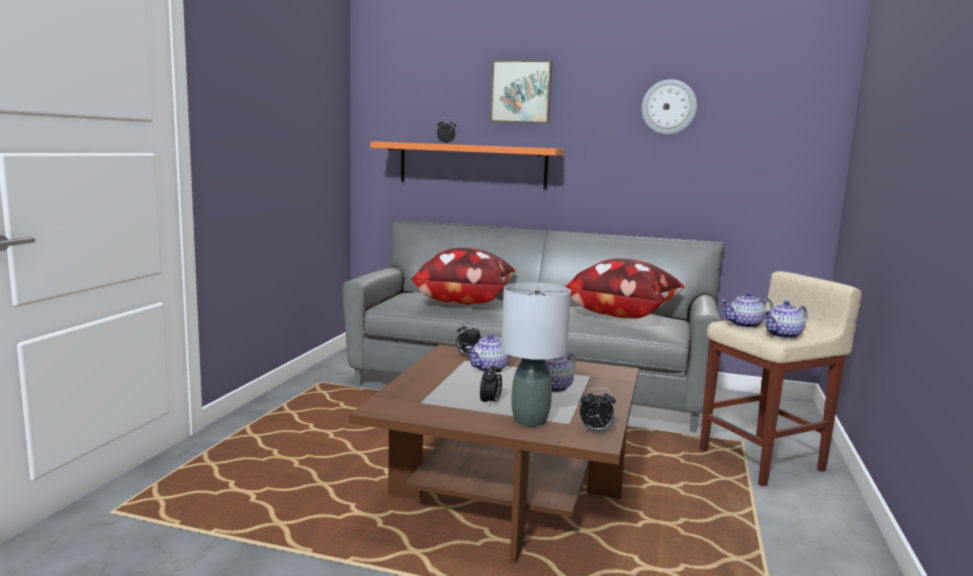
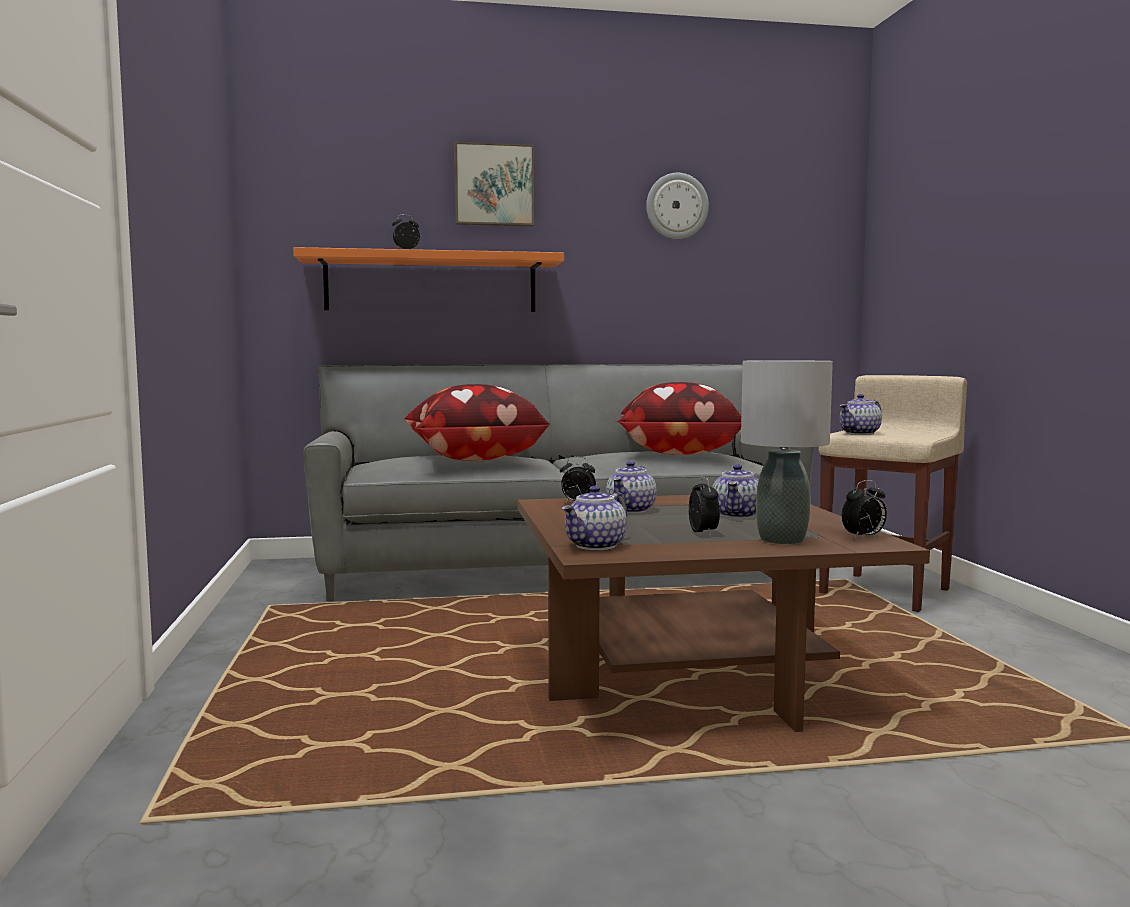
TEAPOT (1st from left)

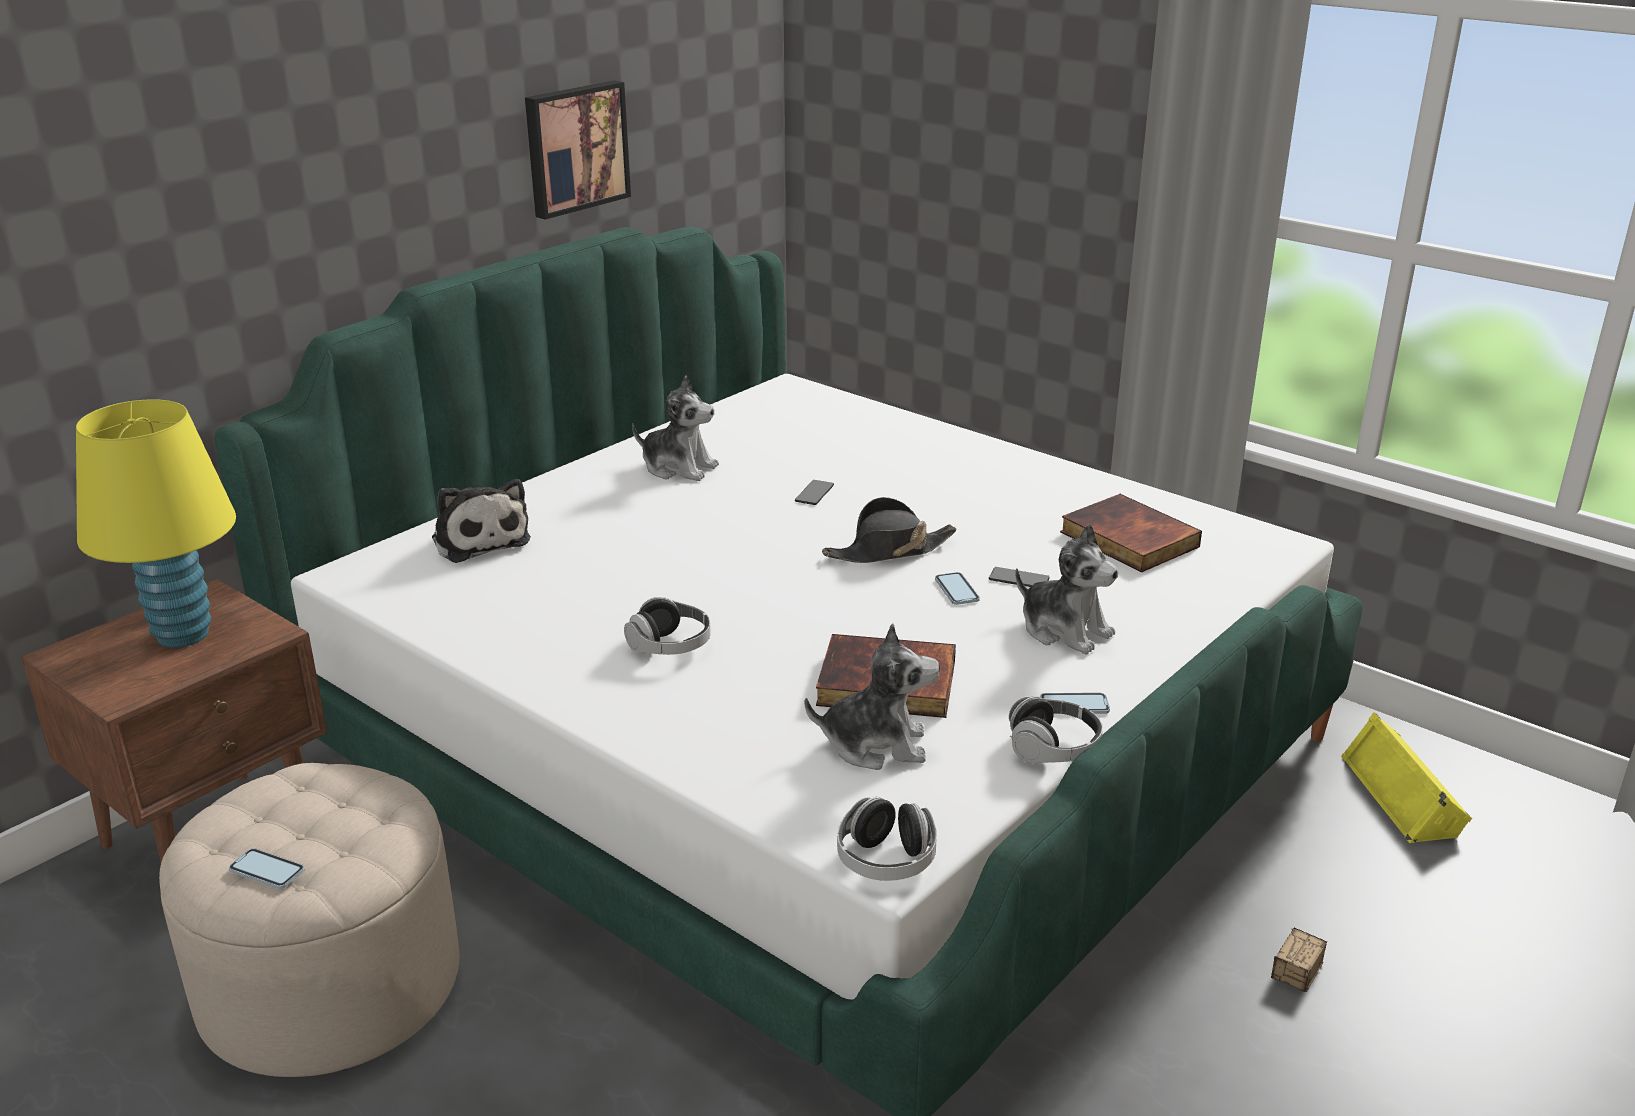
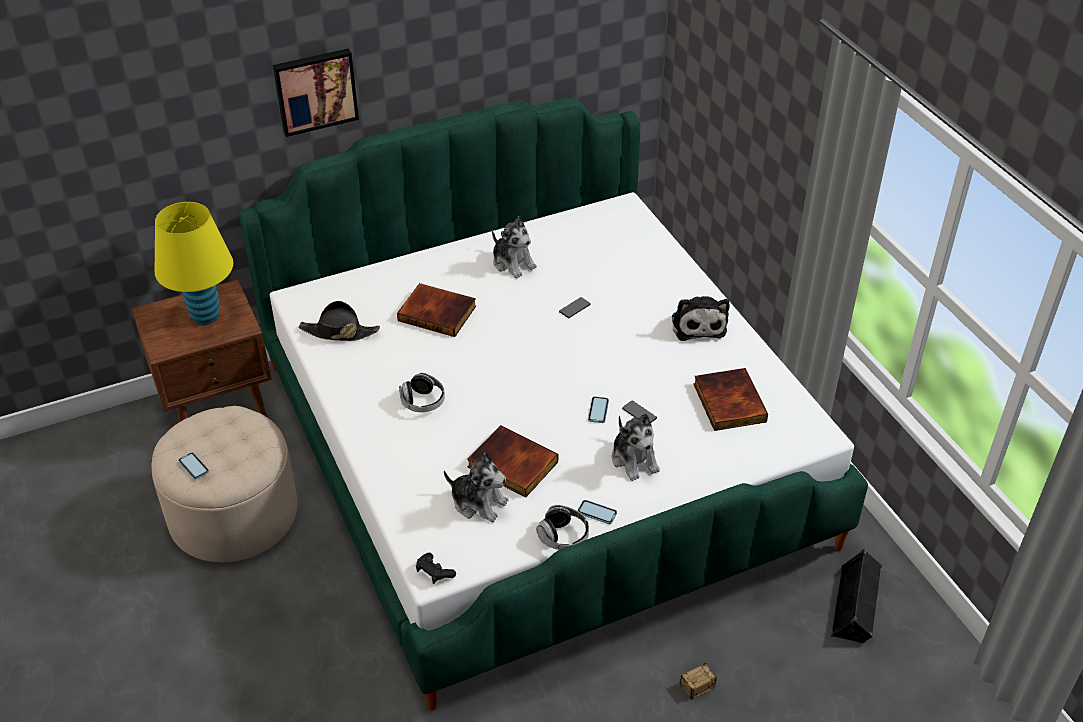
PICTURE
PLUSH TOY (4th from left)
BLACK HAT
BLACK SPEAKER
BLACK GAME CONTROLLER
BOOK (1st from left)

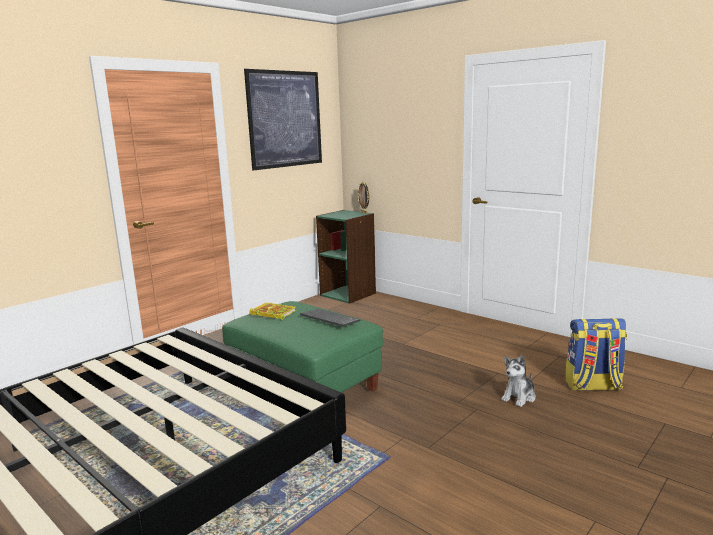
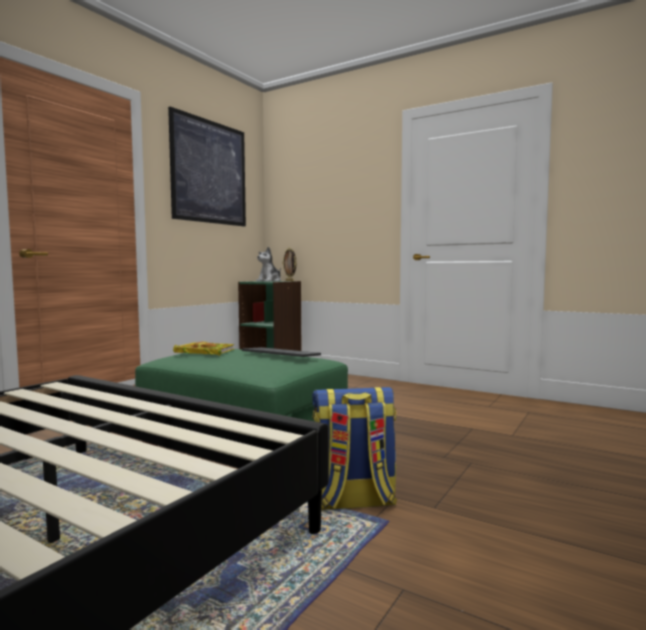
BACKPACK
PLUSH TOY

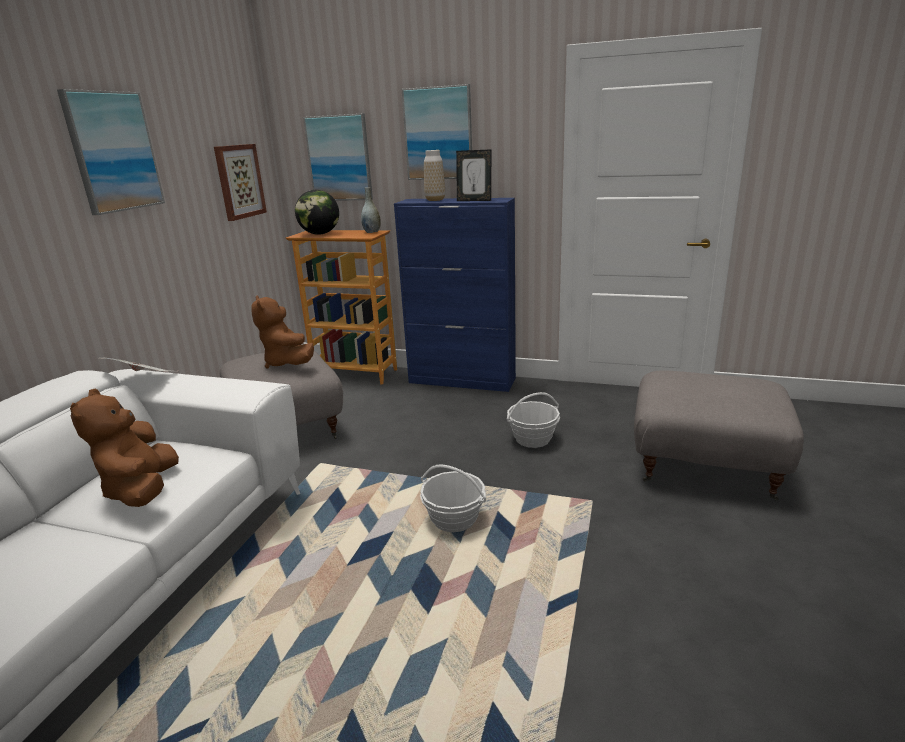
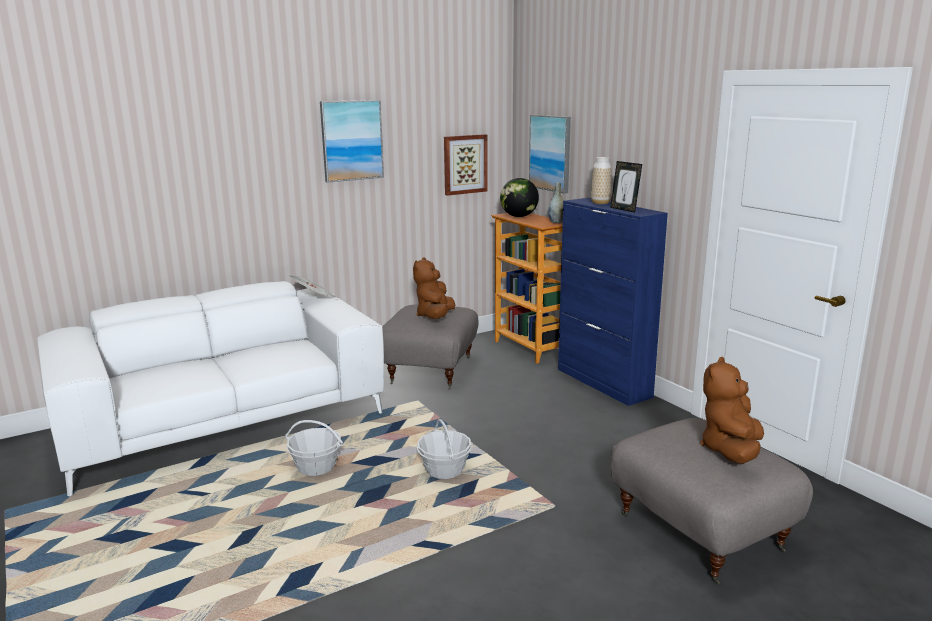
PICTURE (4th from left in the first image)
BROWN PLUSH TOY (2nd from left)
BASKET (1st from left)

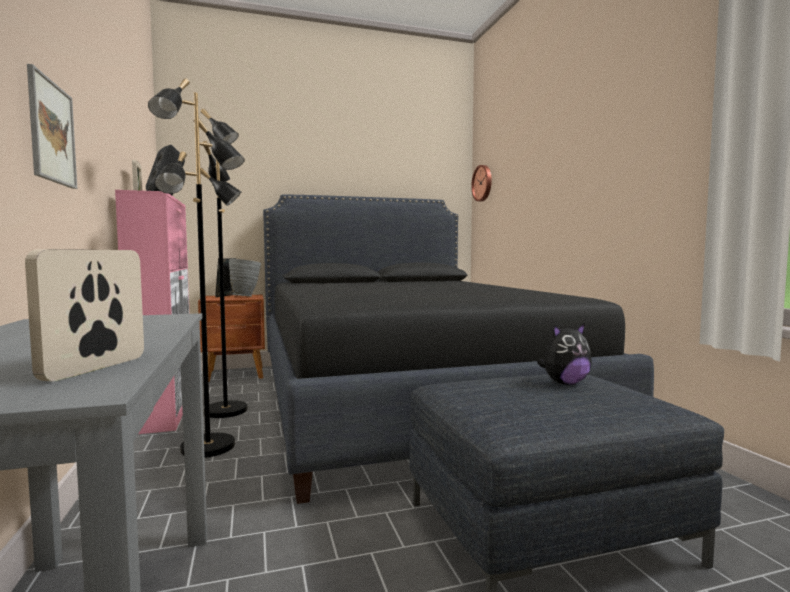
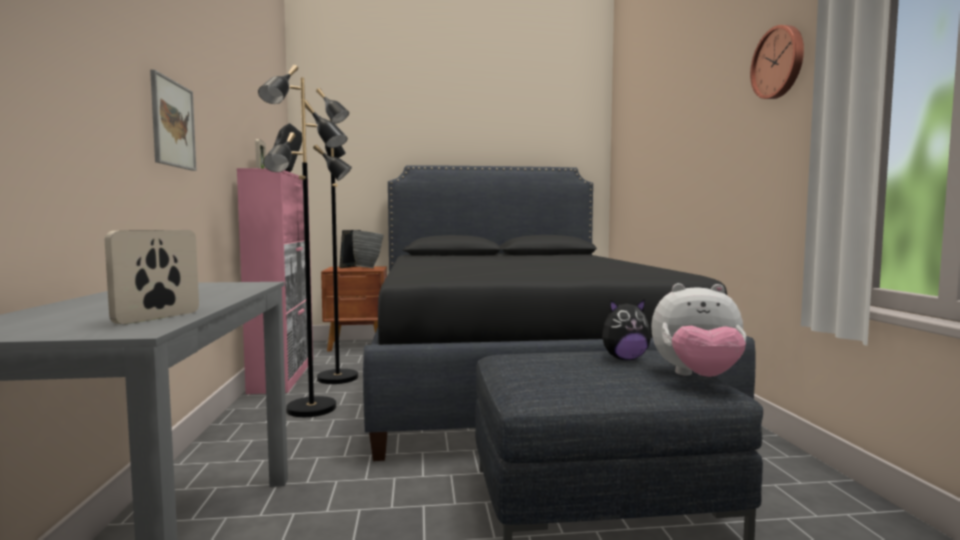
WALL CLOCK
PLUSH TOY (2nd from left)

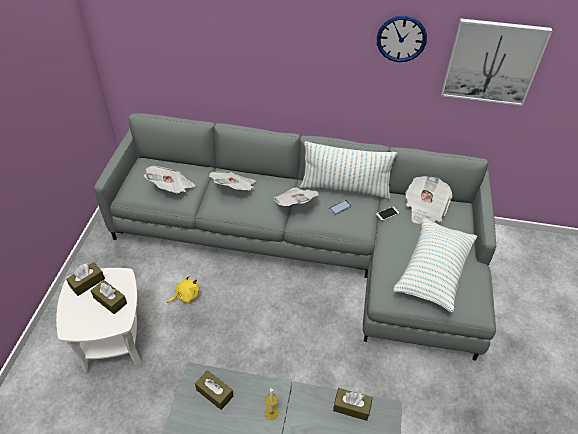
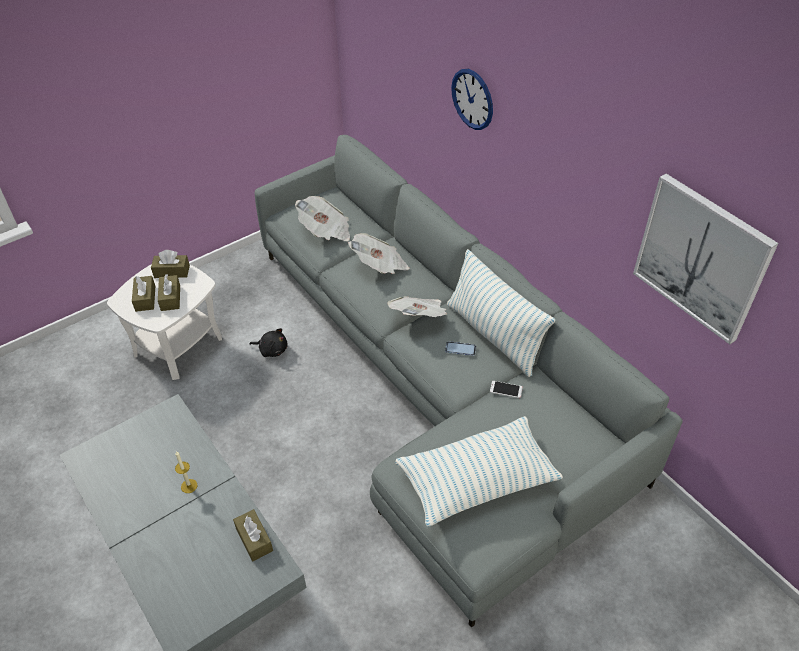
WALL CLOCK
NEWSPAPER (4th from left in the first image)
BLACK PLUSH TOY
BROWN TISSUE BOX (1st from left)

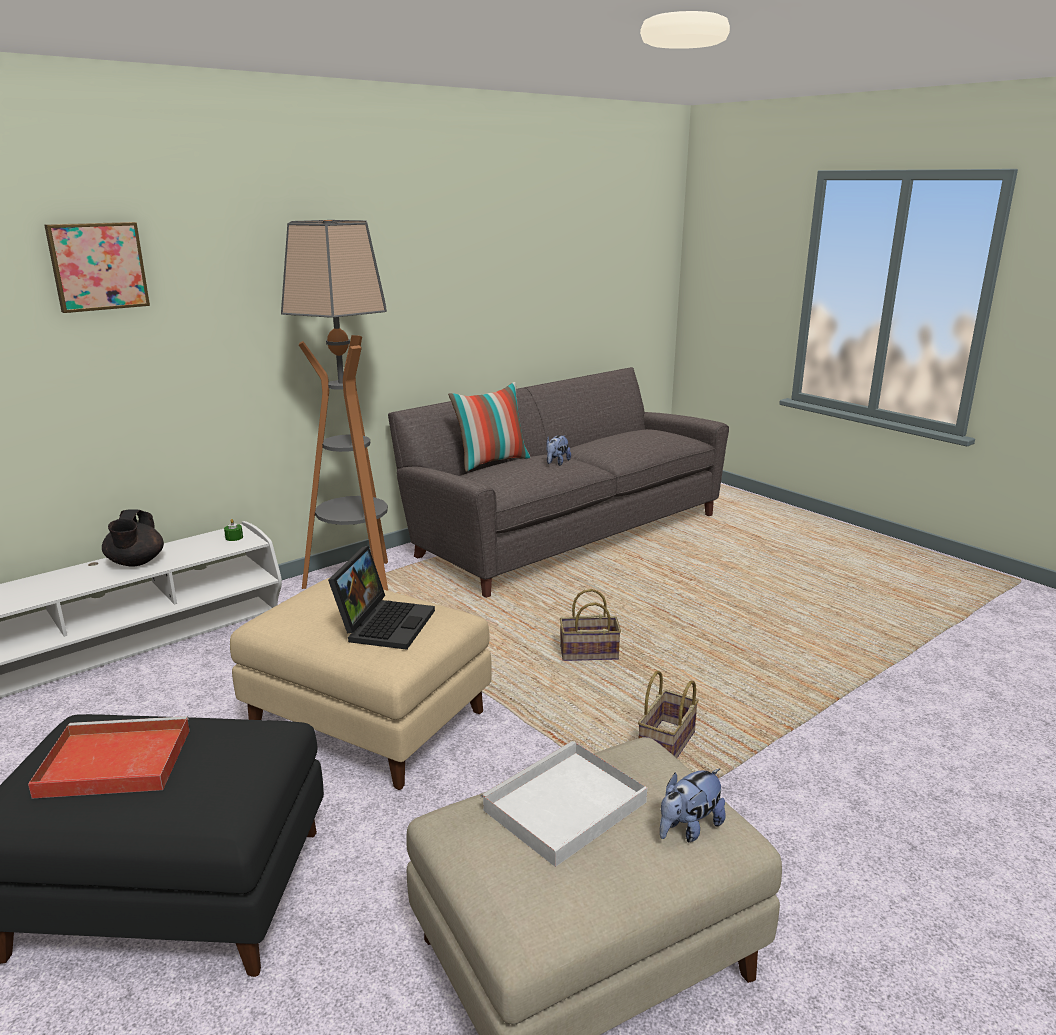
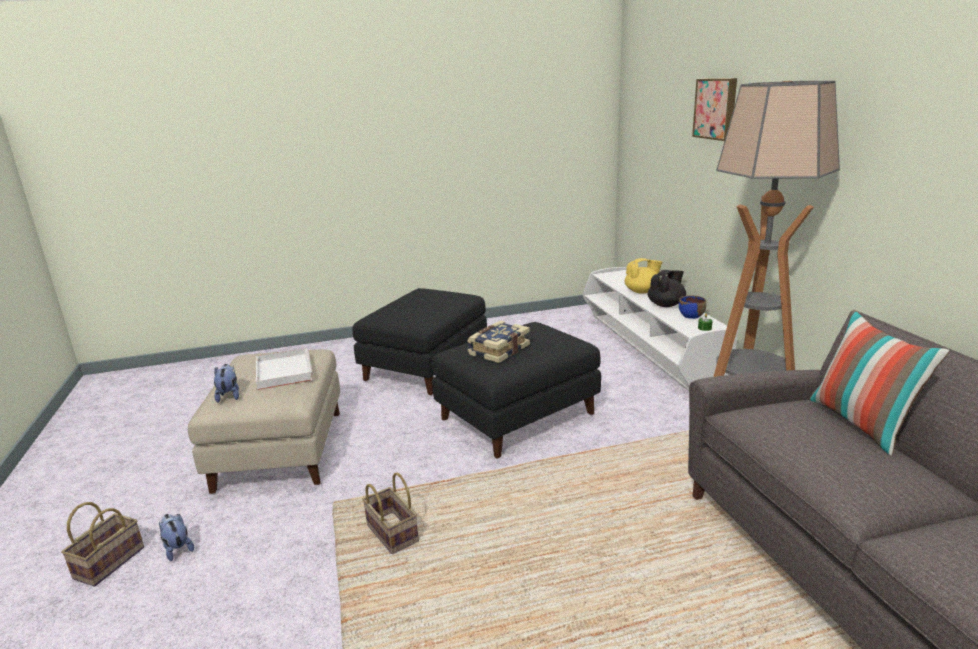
PLUSH TOY (1st from left)
BLACK TEAPOT
BOOK
BLACK OTTOMAN (2nd from left)
BASKET (1st from left)
RED TRAY
YELLOW TEAPOT
BLUE BOWL

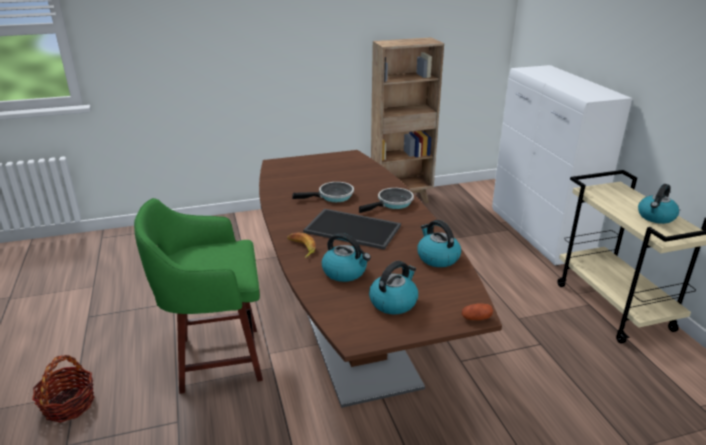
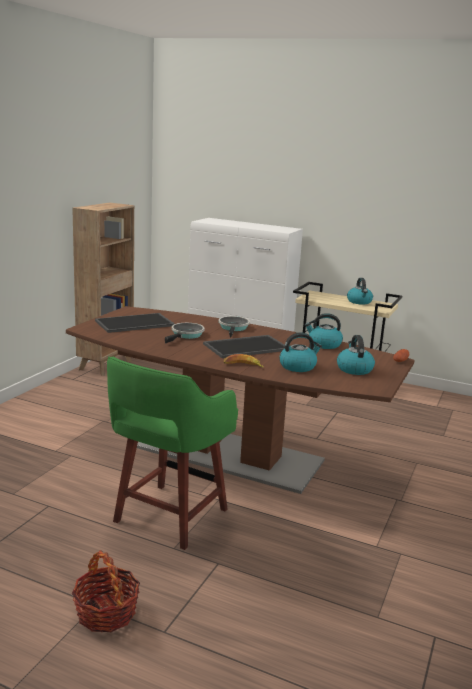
TRAY (1st from left)

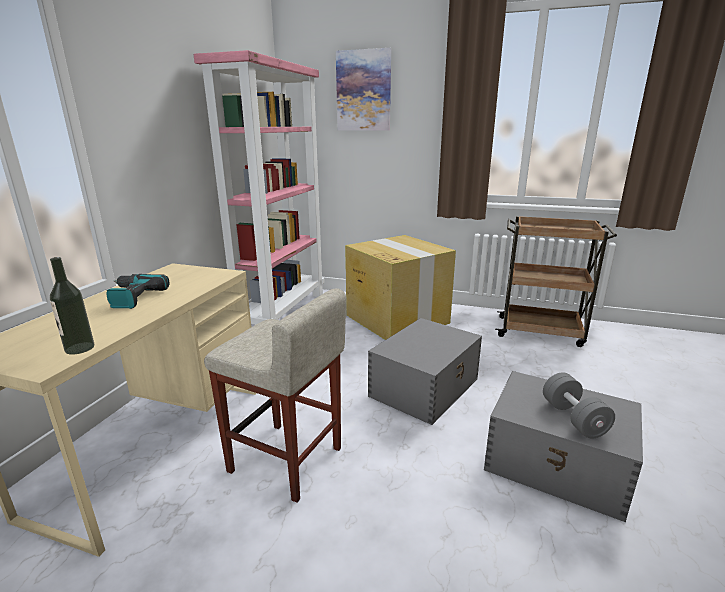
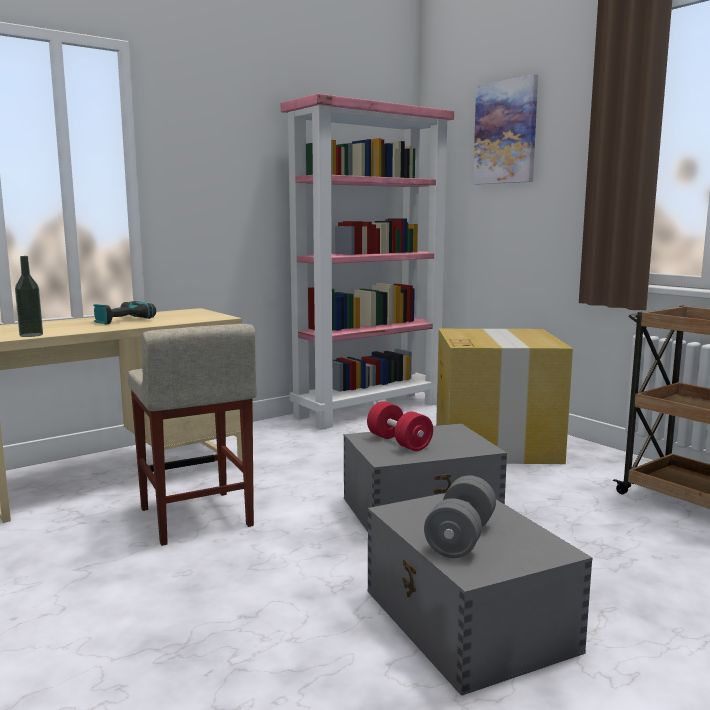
RED DUMBBELL

